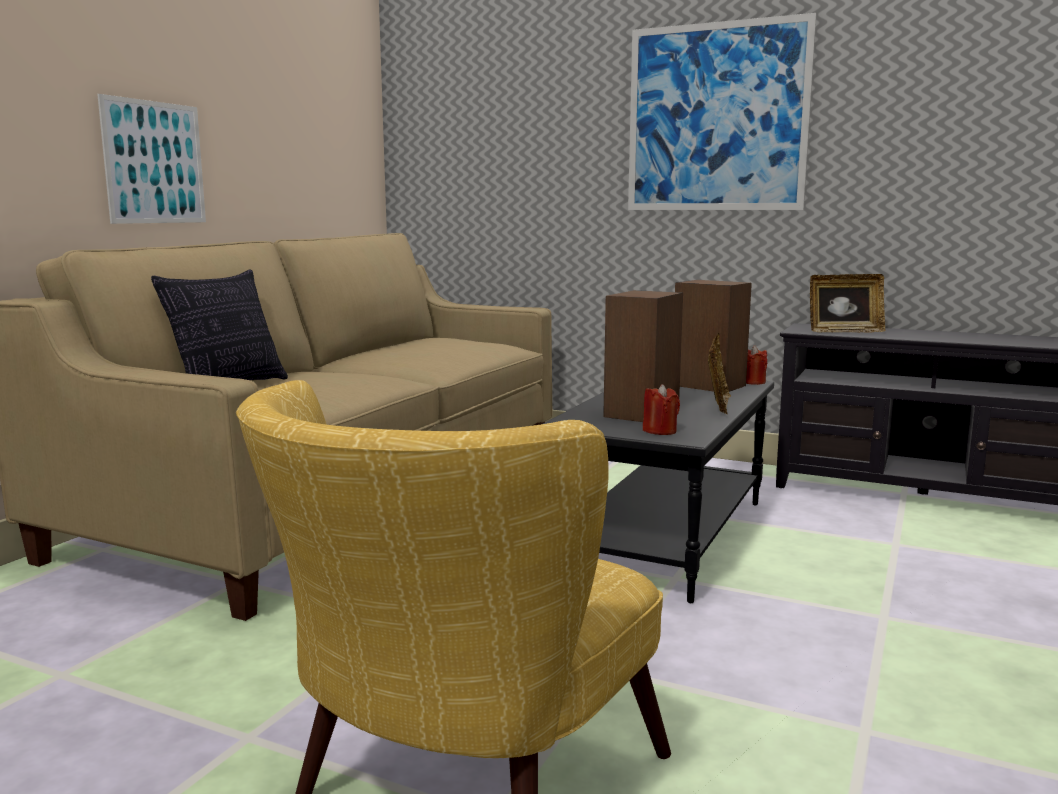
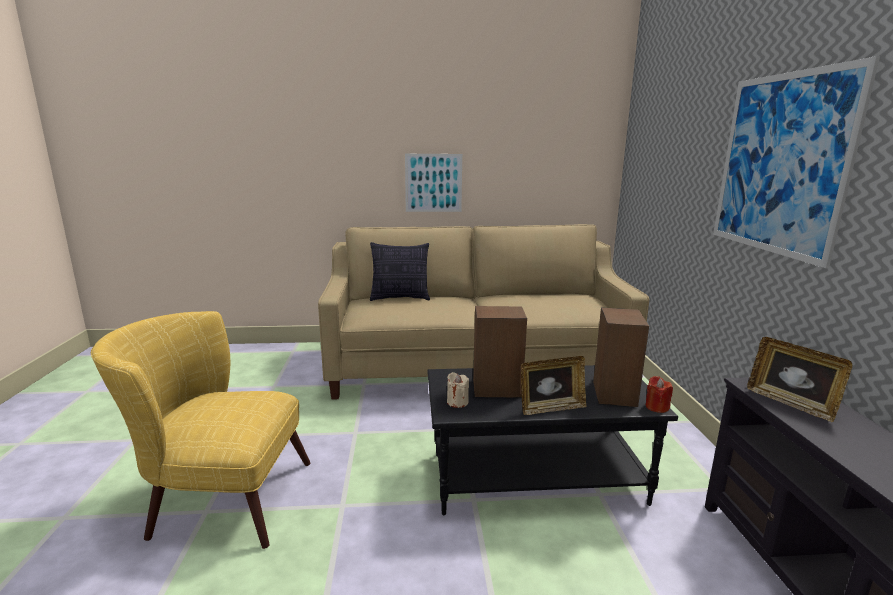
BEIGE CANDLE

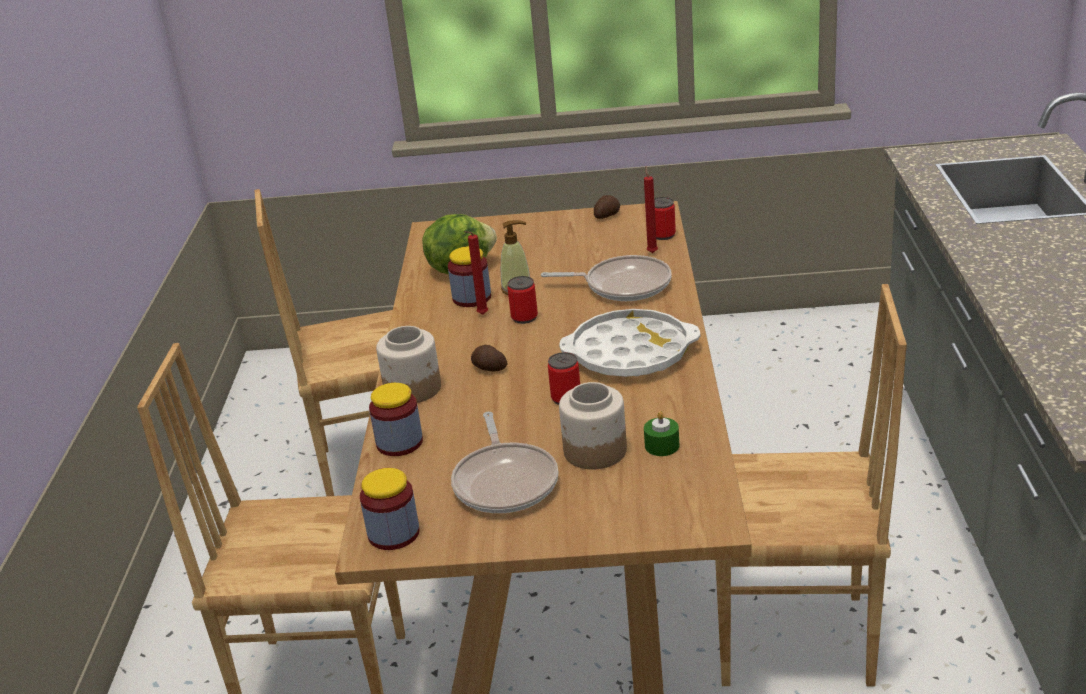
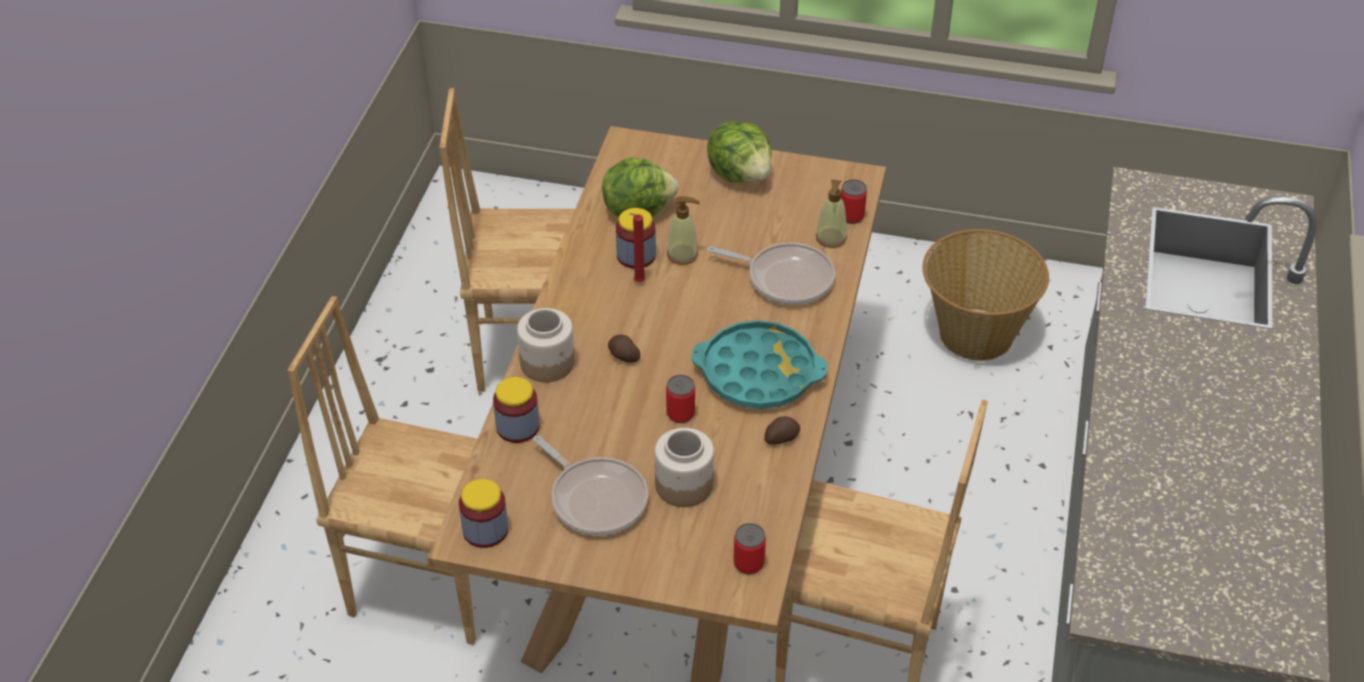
SOAP DISPENSER (2nd from left)
POTATO (2nd from left)
CAN (2nd from left)
TURQUOISE TRAY
GREEN CANDLE
FRYING PAN (1st from left)
LETTUCE (2nd from left)
BASKET

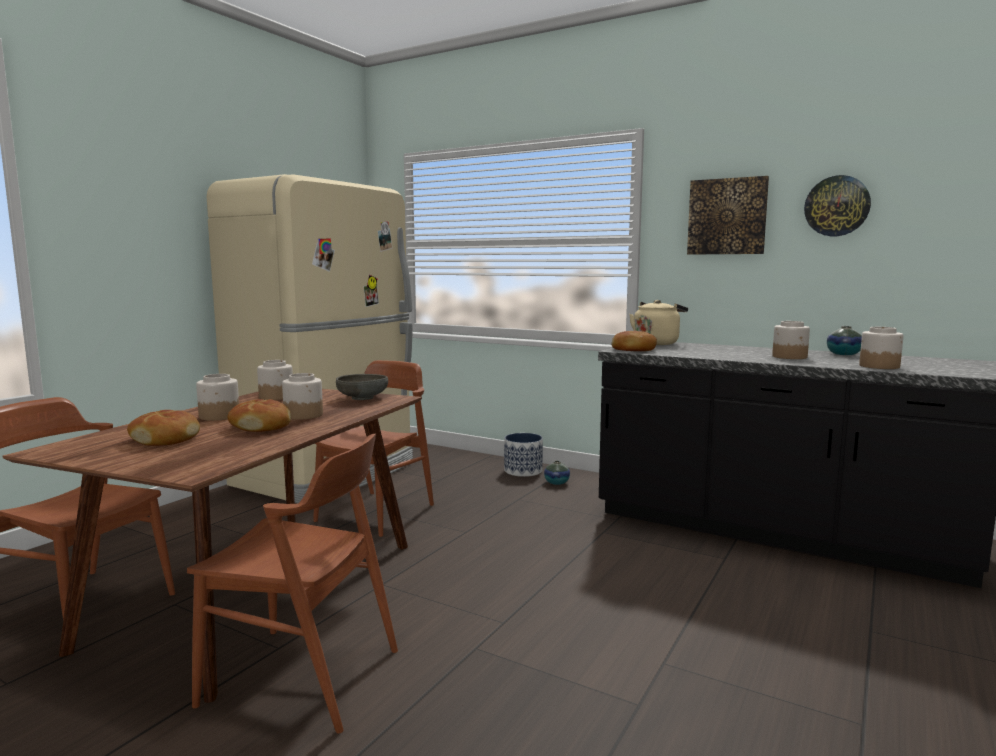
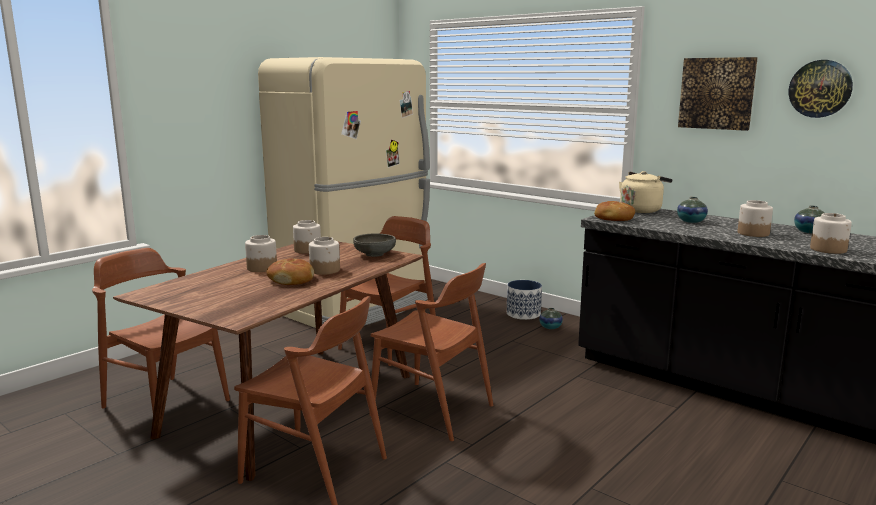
BREAD (1st from left in the first image)
VASE (2nd from left)
BROWN CHAIR (4th from left)

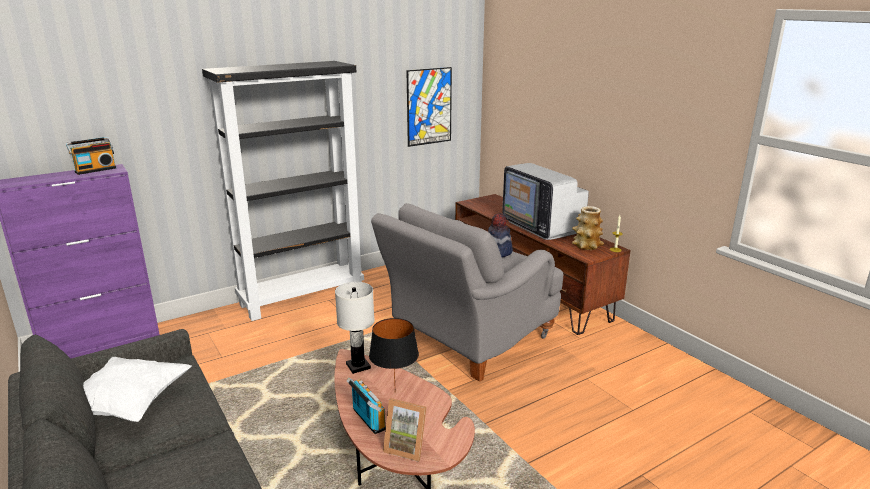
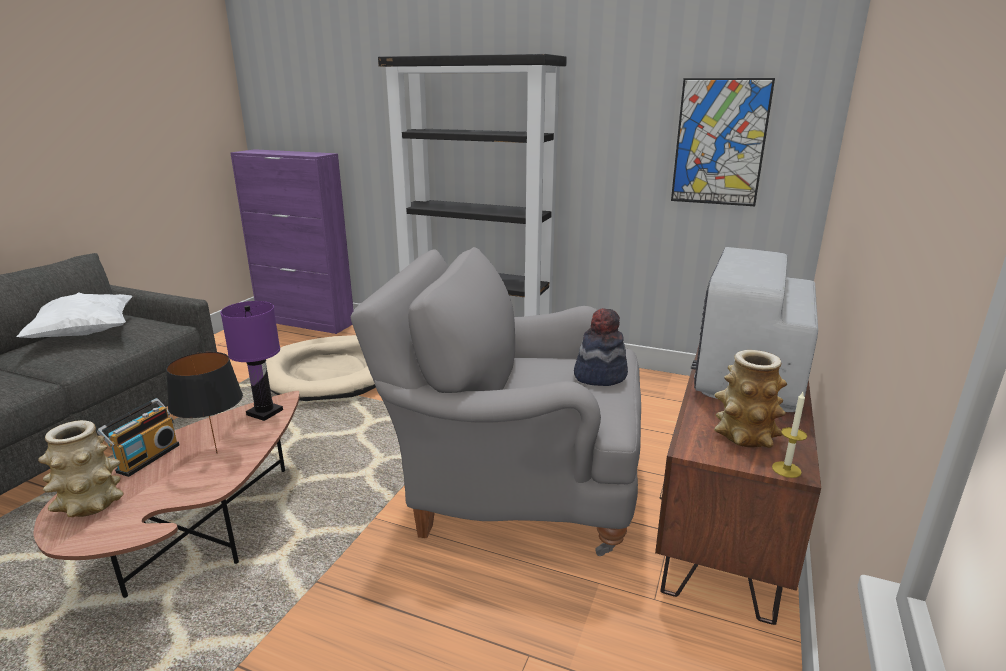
RADIO (1st from left in the first image)
PURPLE TABLE LAMP
VASE (1st from left)
BEIGE DOG BED

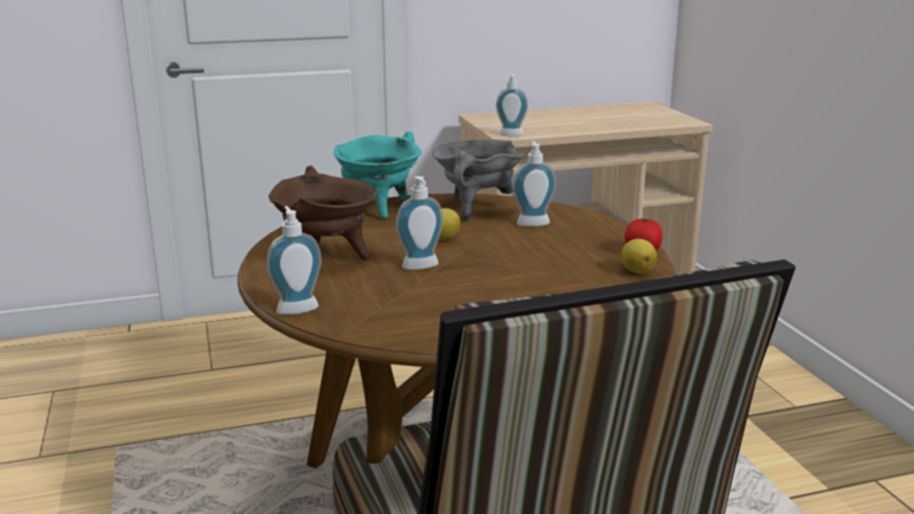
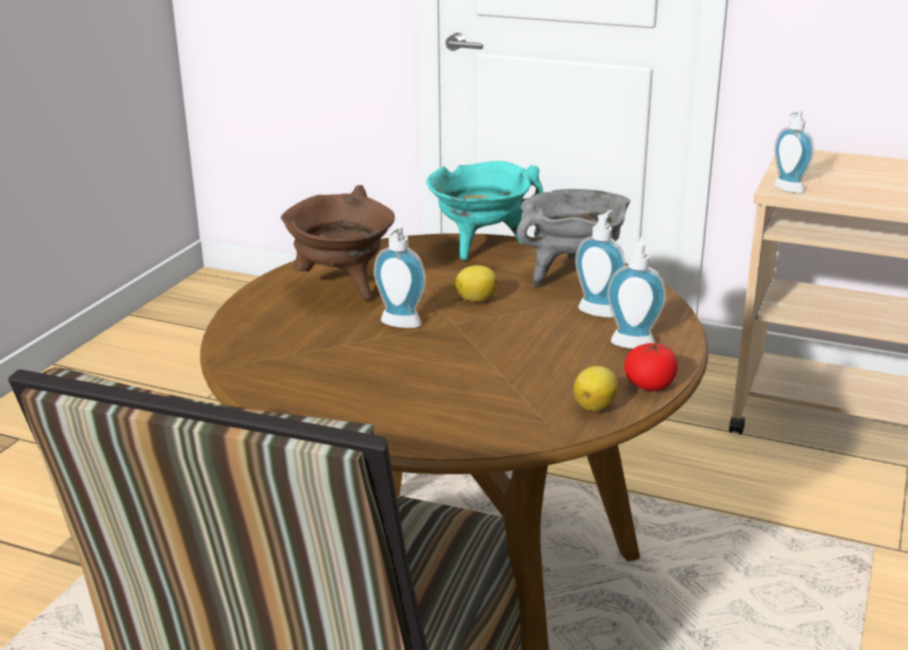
SOAP DISPENSER (3rd from left)

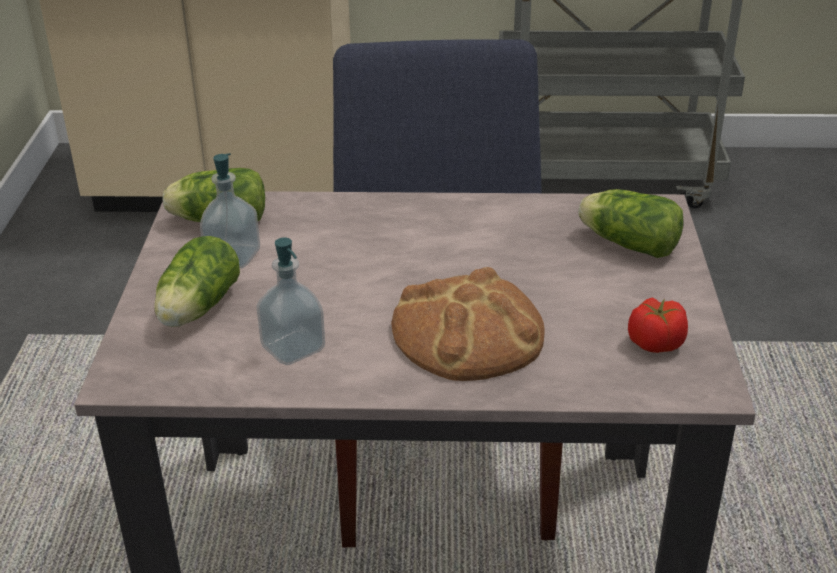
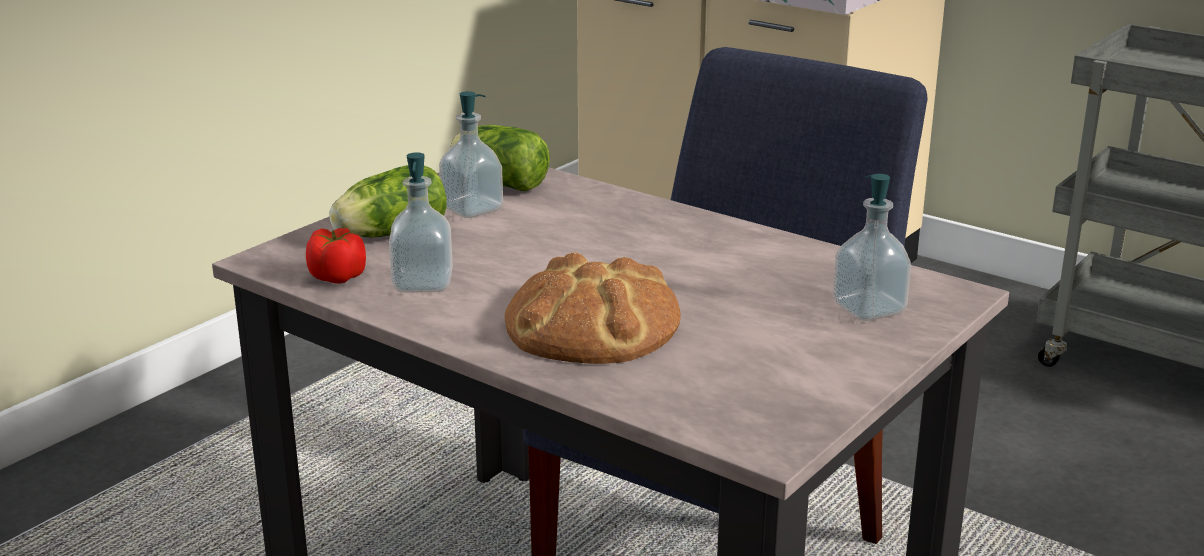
SOAP DISPENSER (3rd from left)
TOMATO

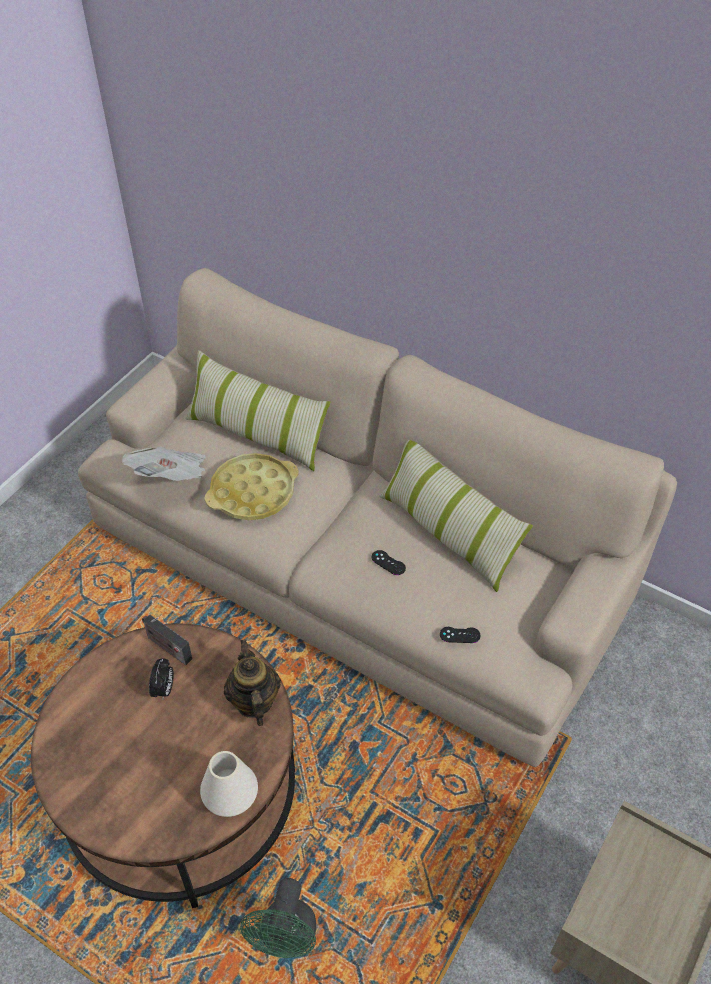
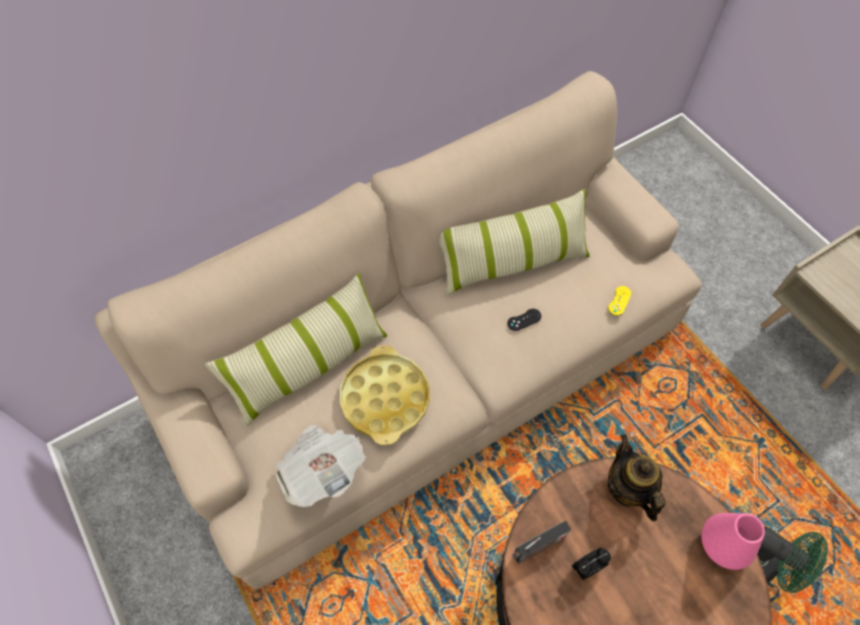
YELLOW GAME CONTROLLER
TEAPOT
ALARM CLOCK
PINK VASE

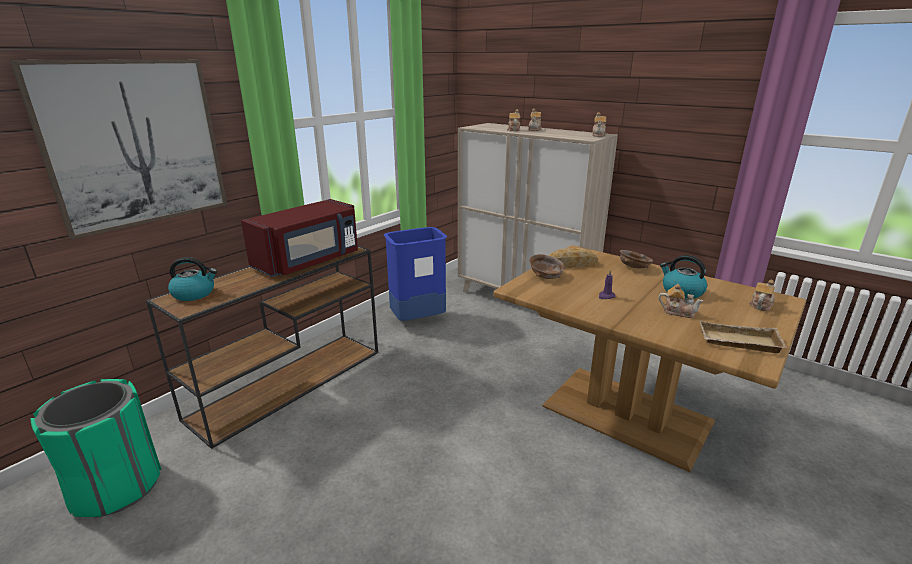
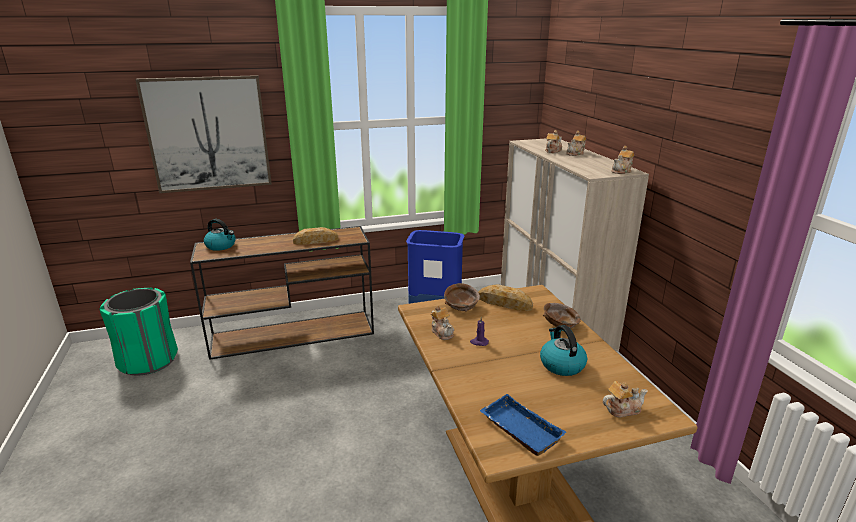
BREAD (1st from left)
TEAPOT (1st from left)
BLUE TRAY

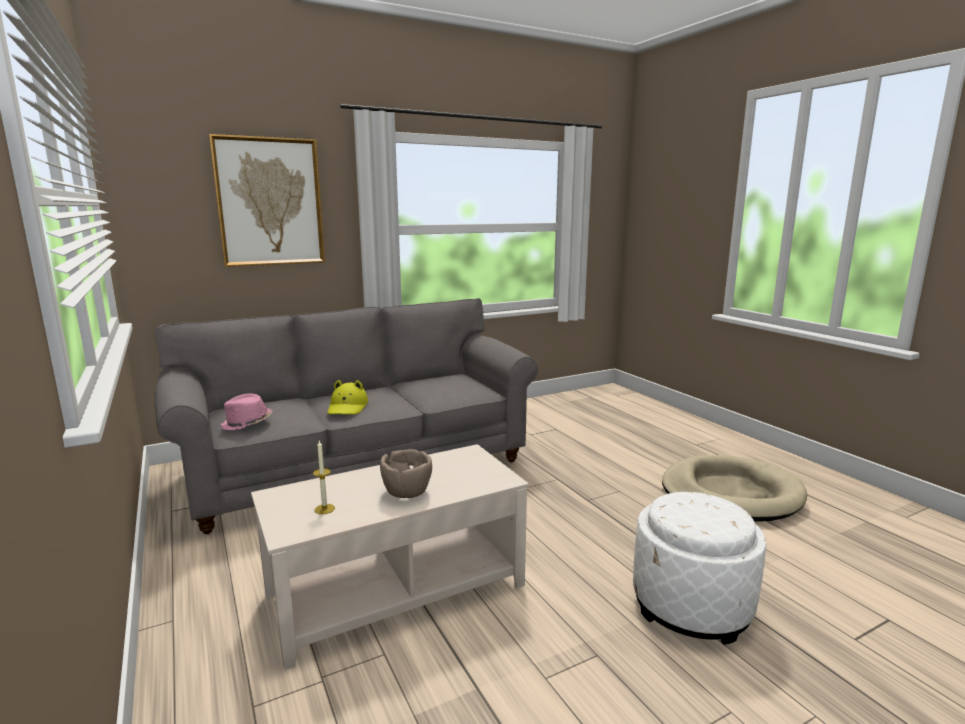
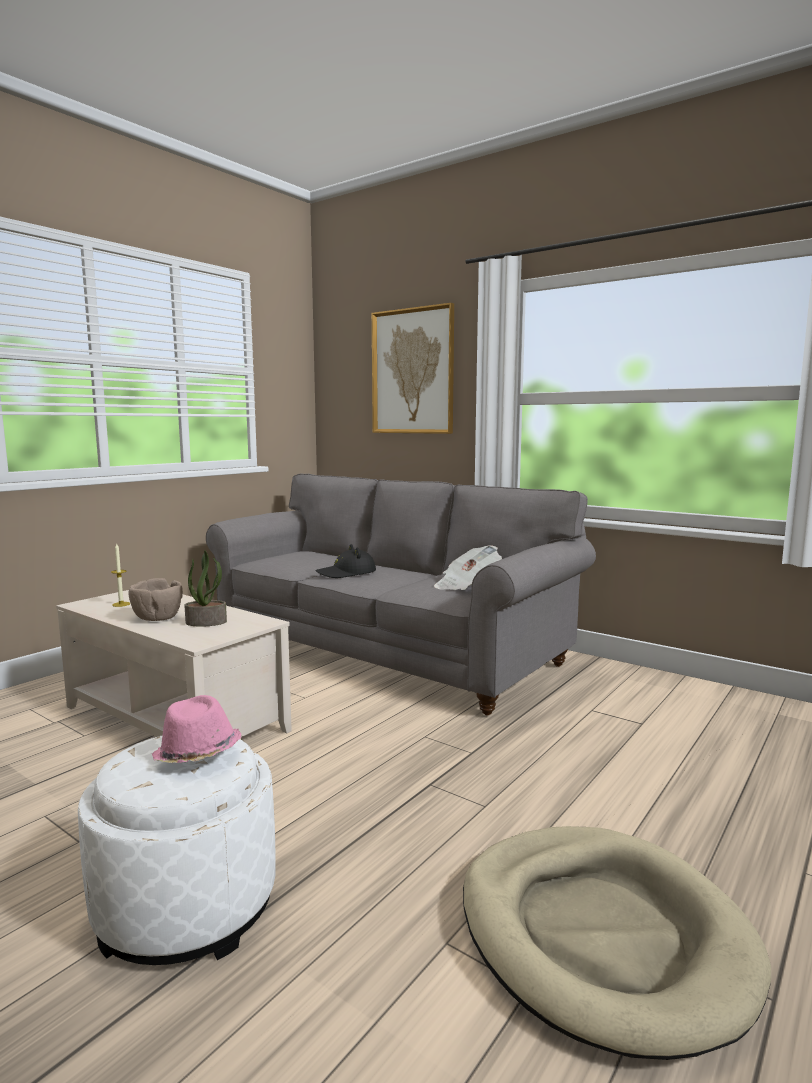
BLACK HAT
PINK HAT
NEWSPAPER
POTTED PLANT

